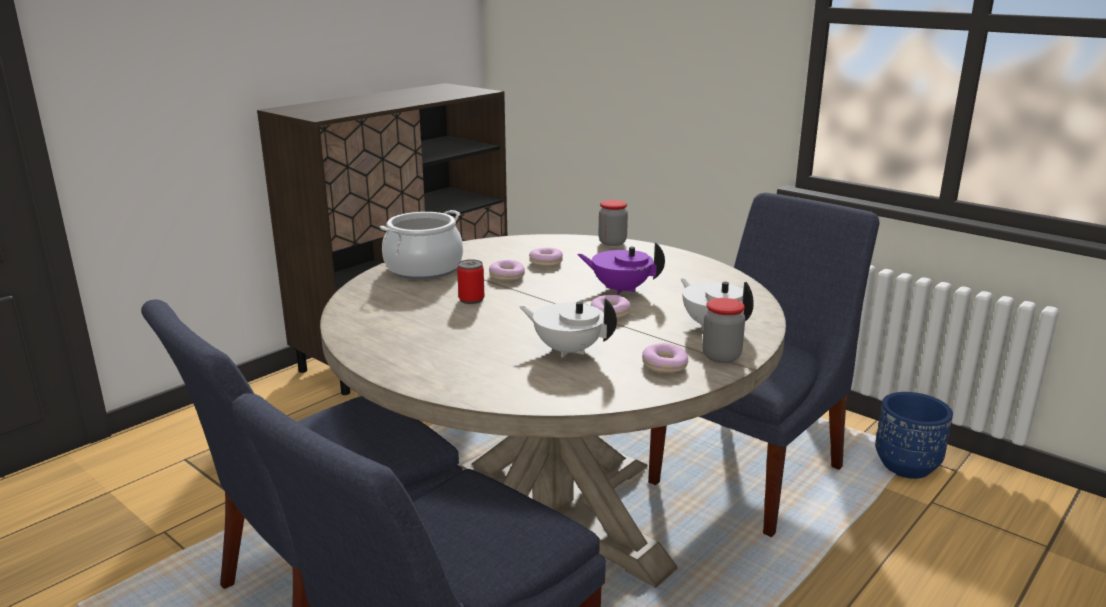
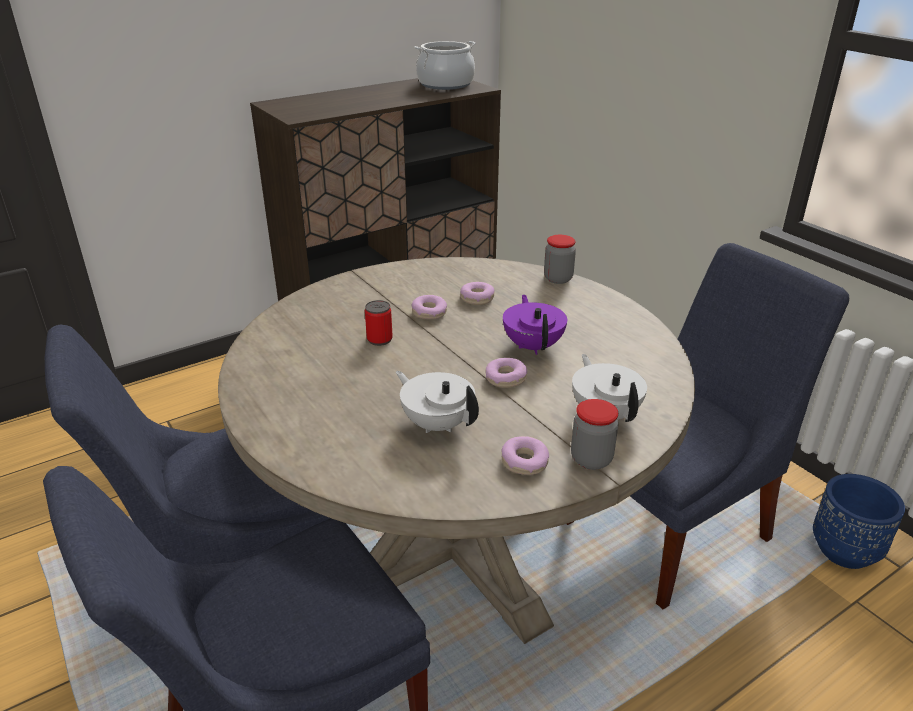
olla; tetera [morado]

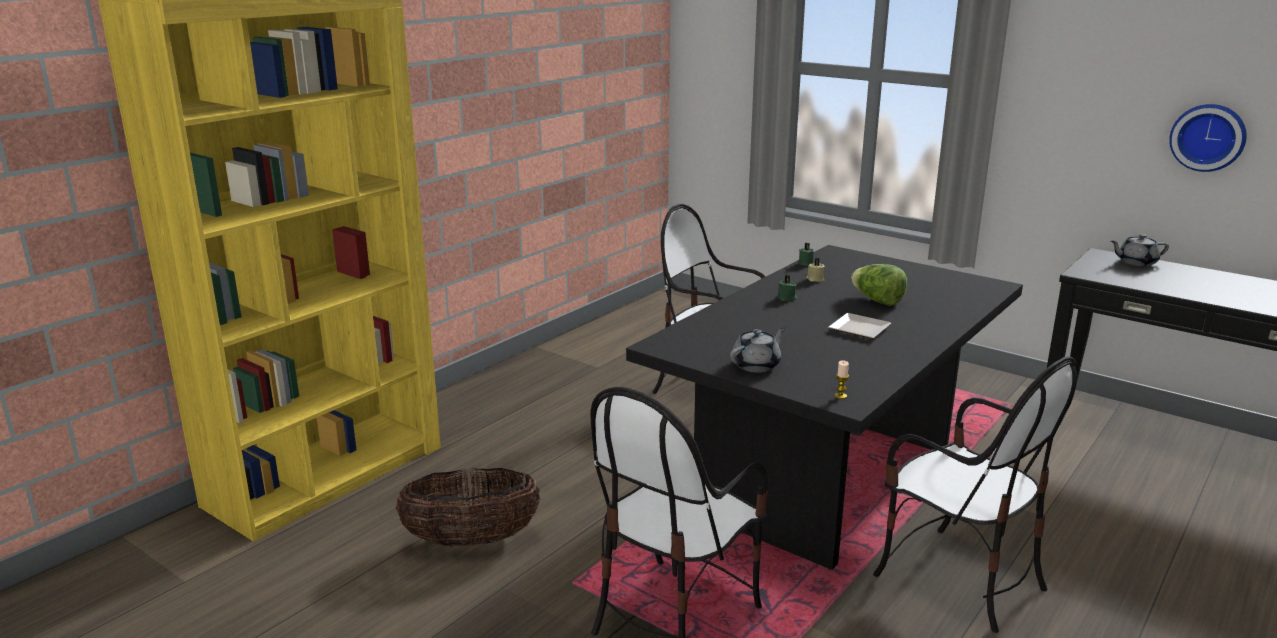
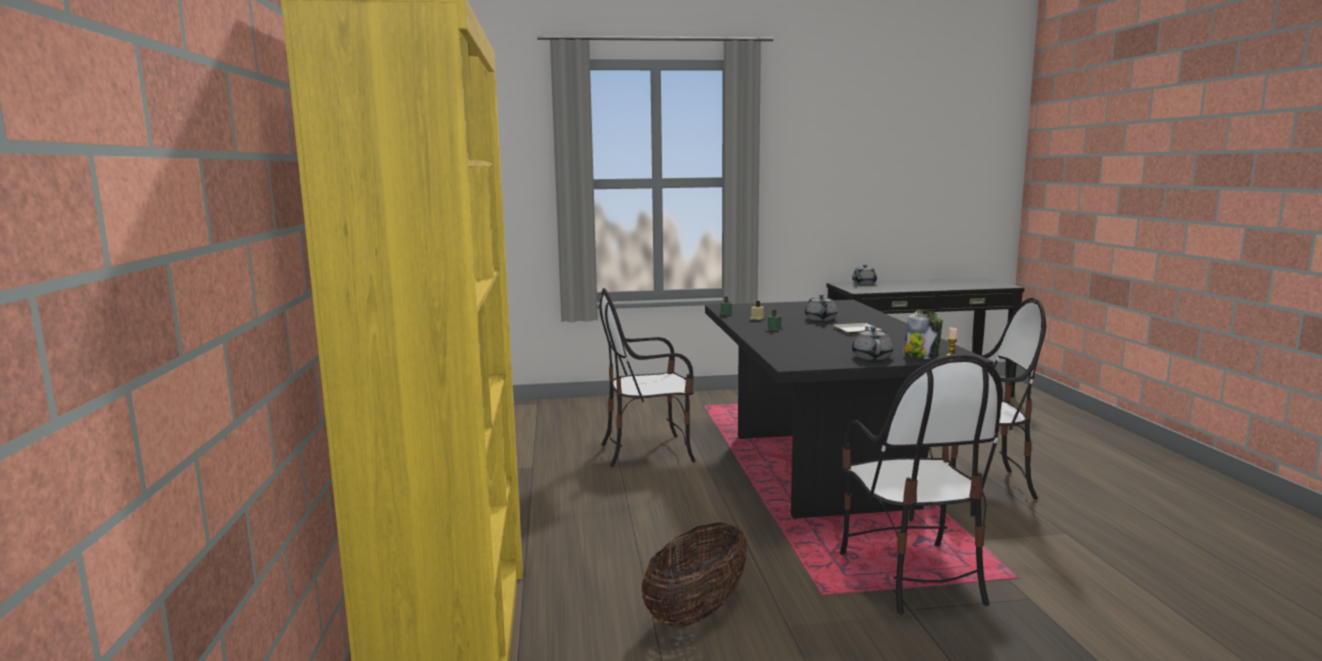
reloj de pared; tarro; tetera [gris] (no. 1 from left)

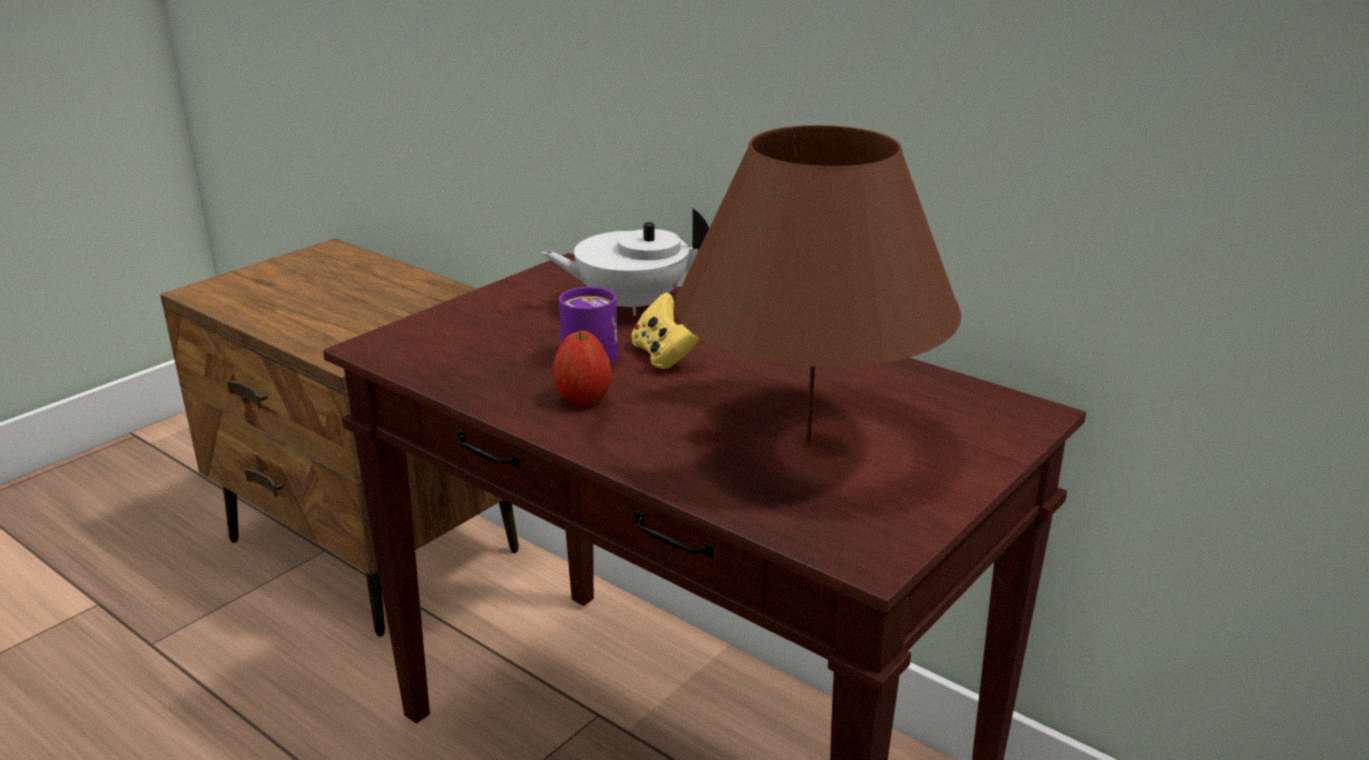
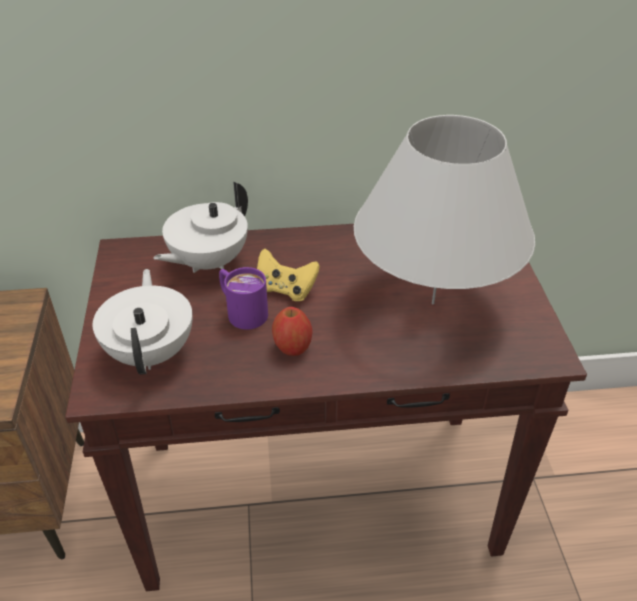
tetera [blanco] (no. 1 from left); lámpara de mesa [blanco]

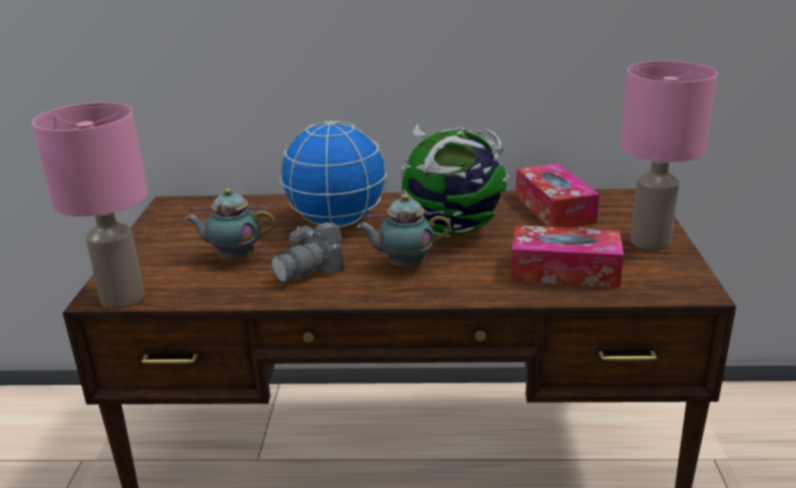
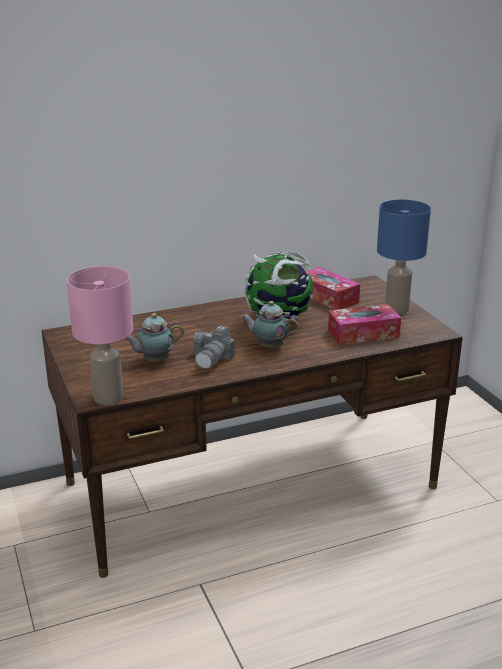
globo terráqueo (no. 1 from left in the first image); lámpara de mesa [azul]; tetera (no. 2 from left)

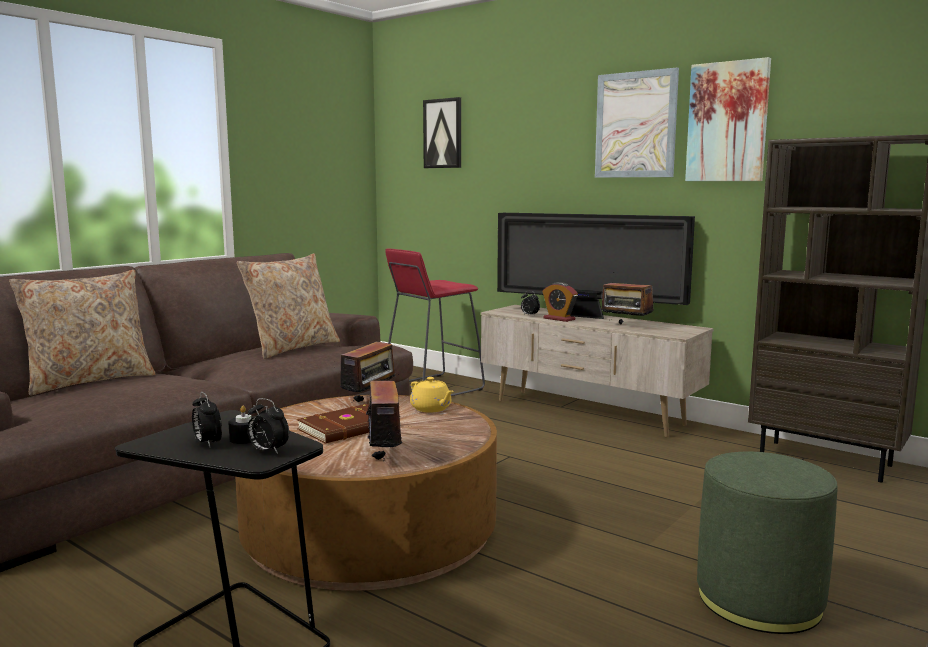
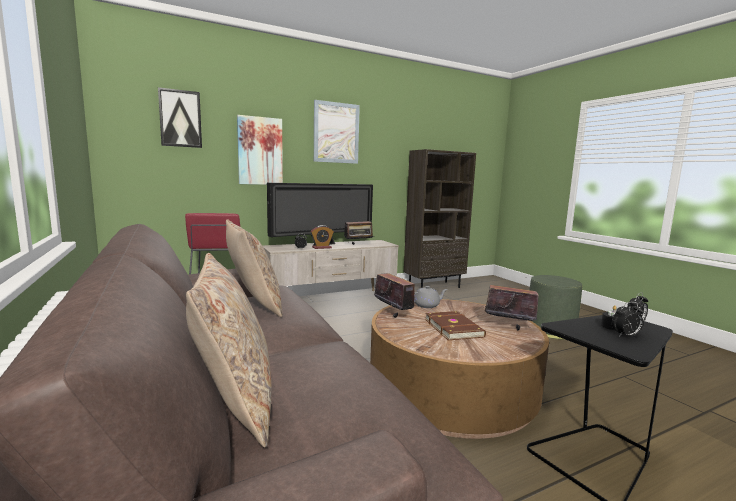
cuadro (no. 2 from left); tetera [gris]

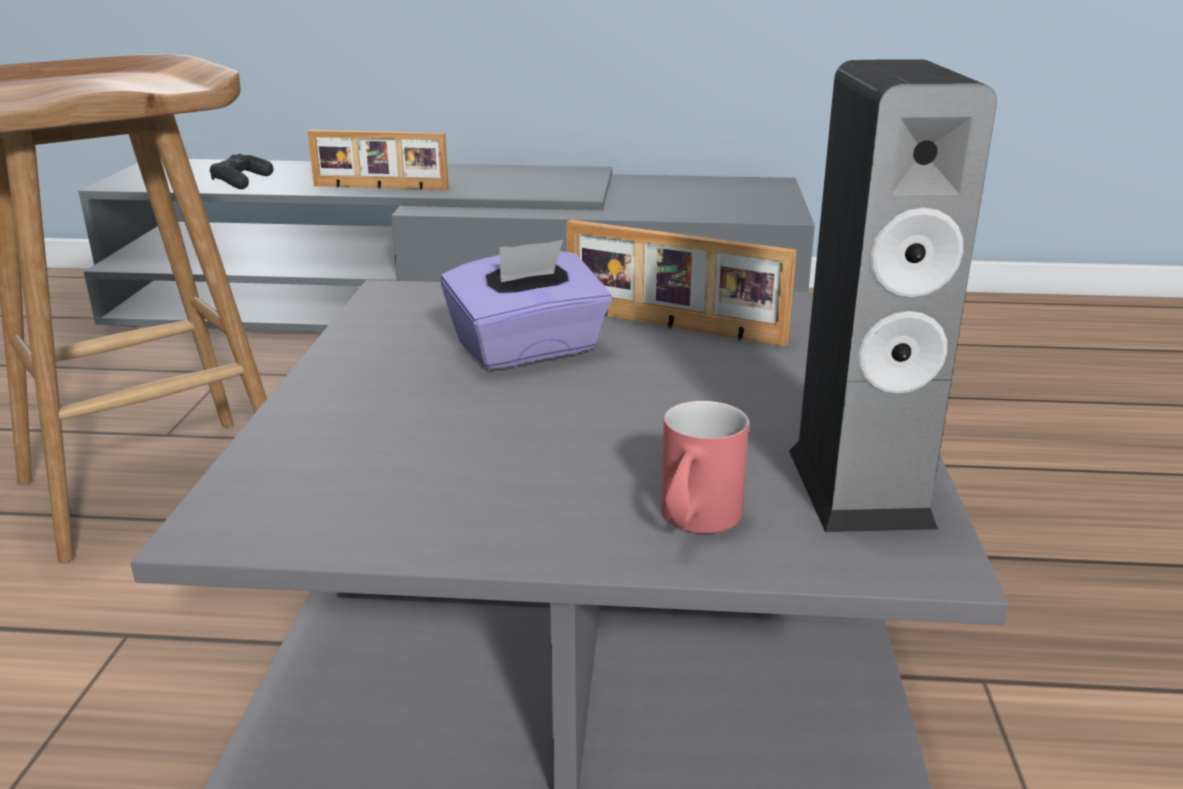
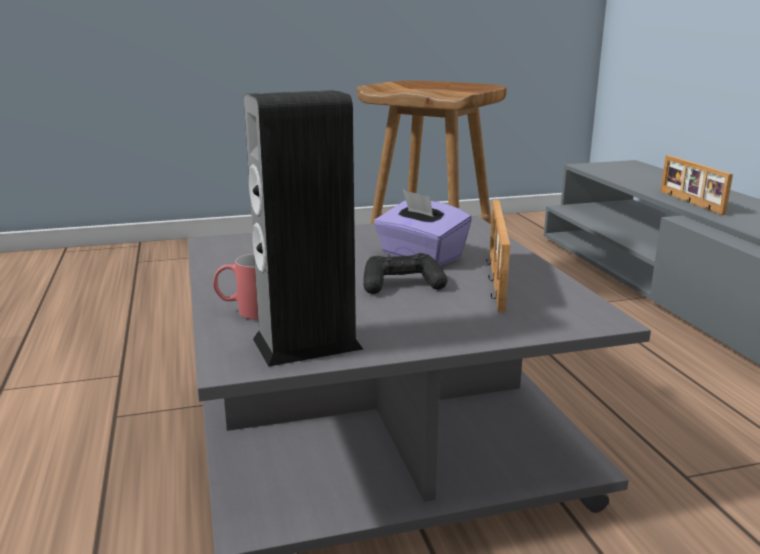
mando de consola [negro]

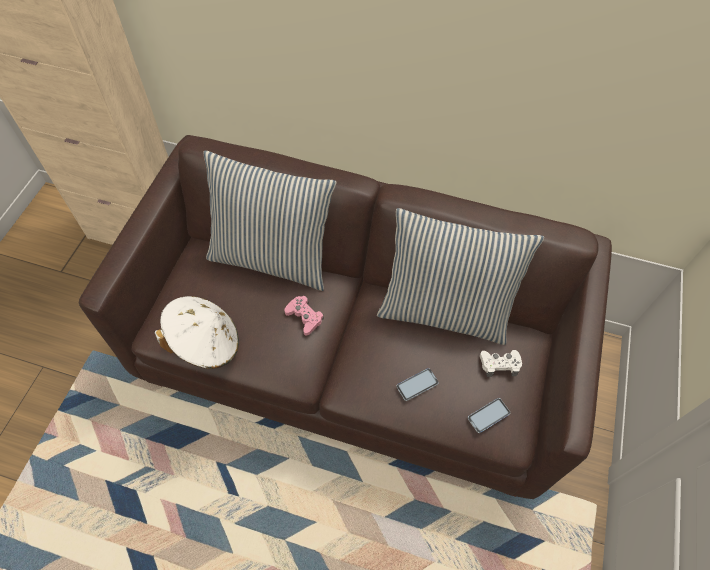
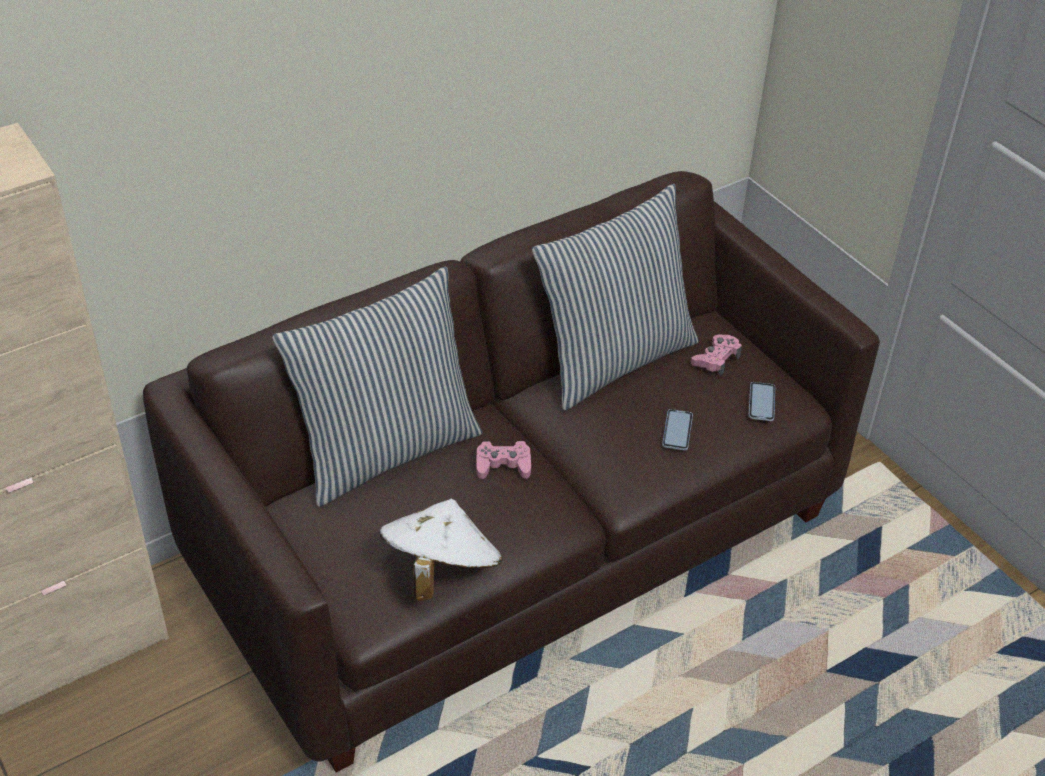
mando de consola [rosa] (no. 2 from left)

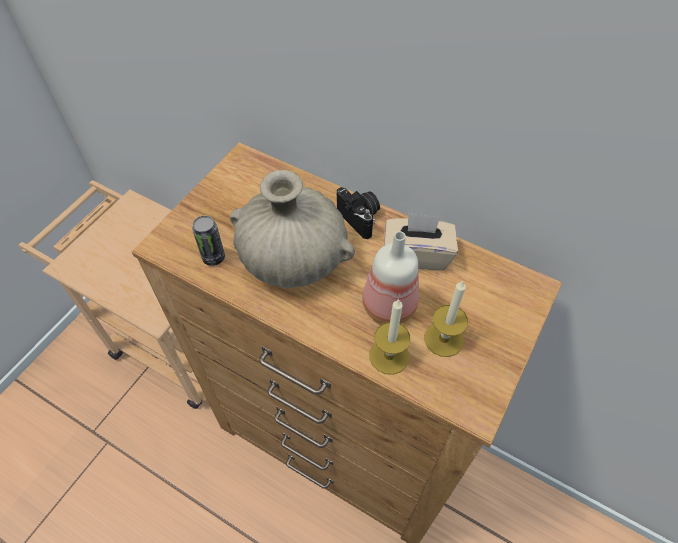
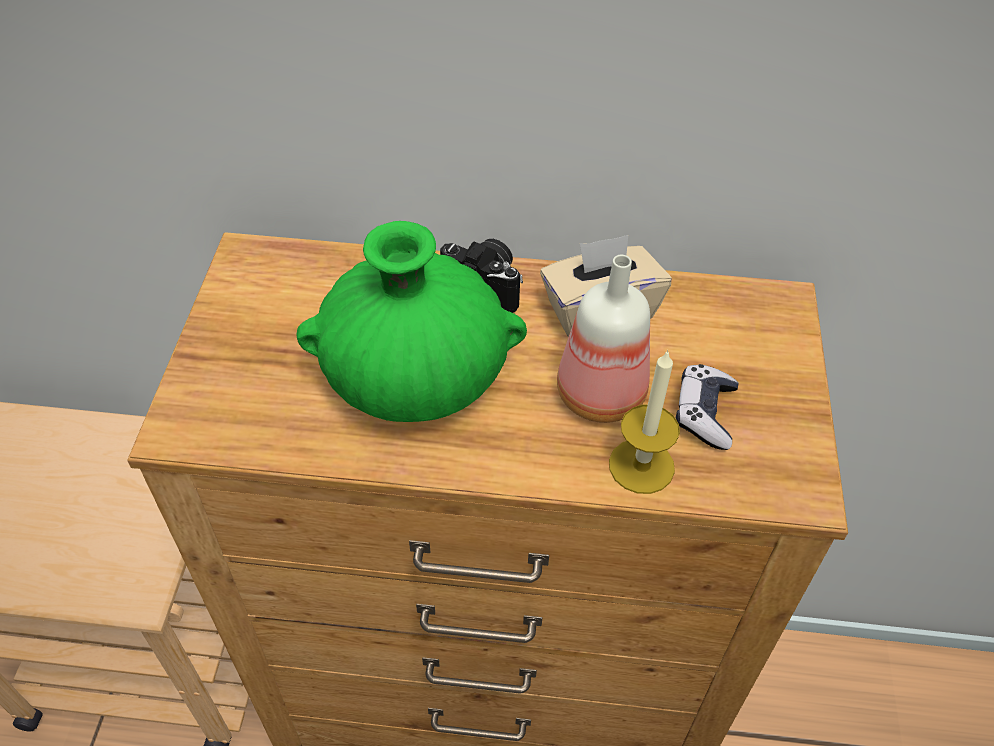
lata; mando de consola; florero [verde]

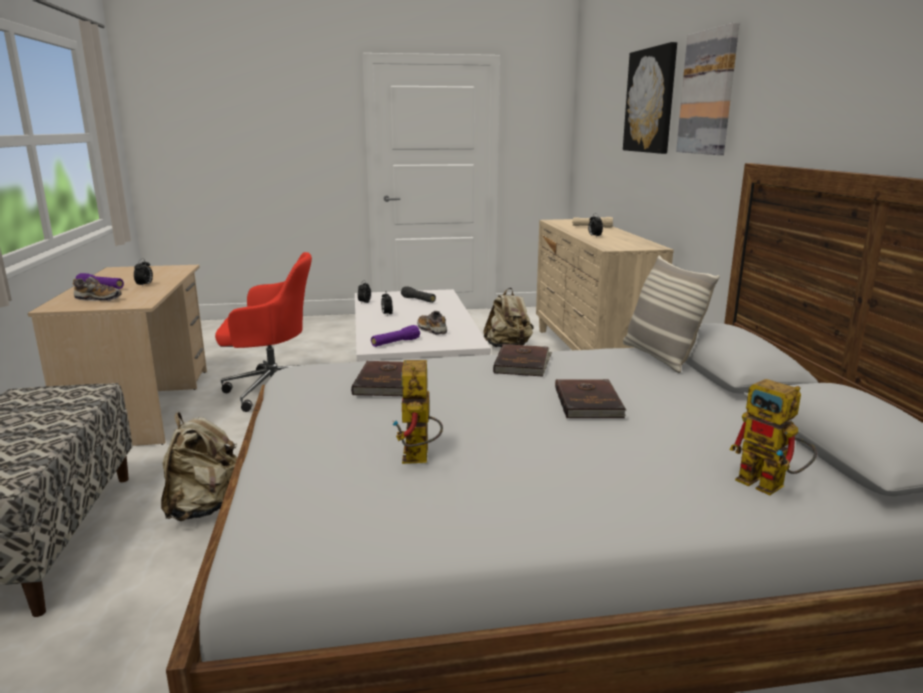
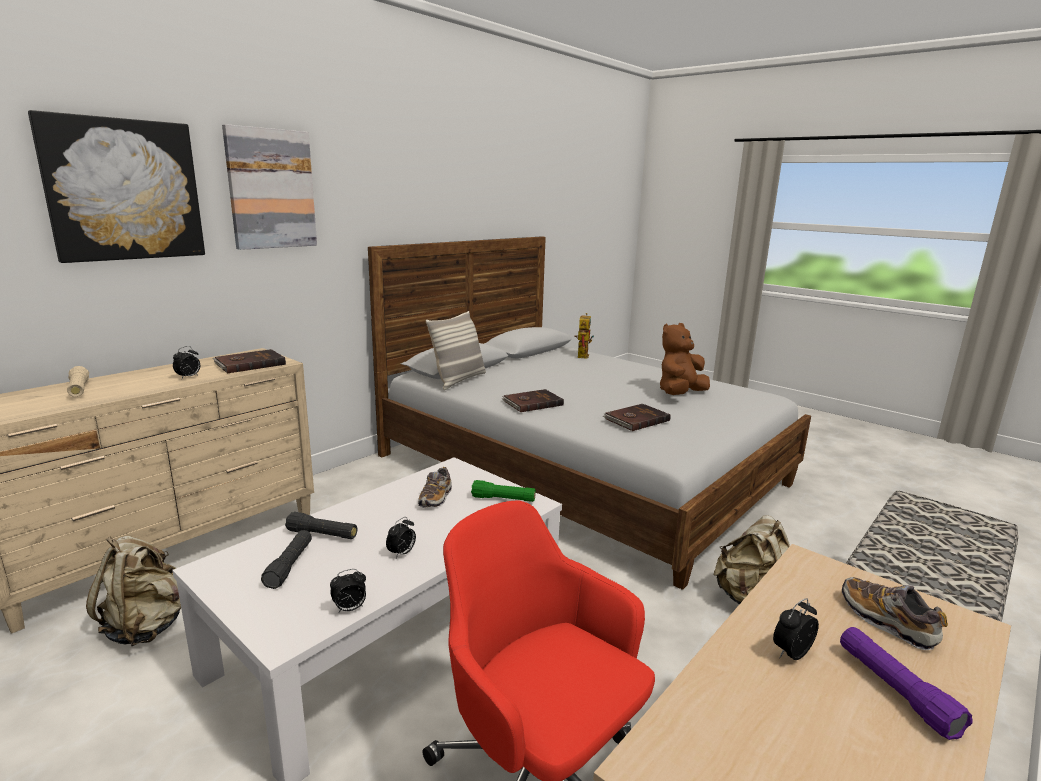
linterna [negro] (no. 2 from left); libro [marrón] (no. 1 from left); peluche [marrón]; linterna [verde]

